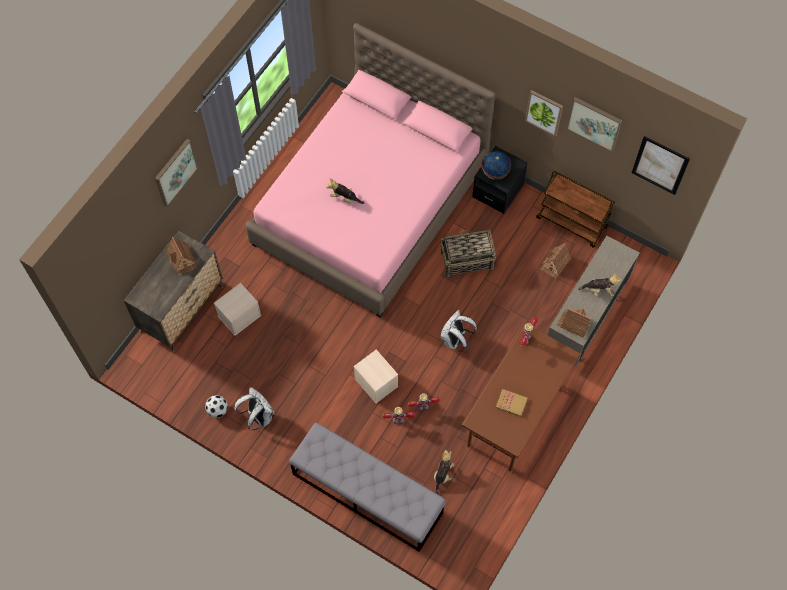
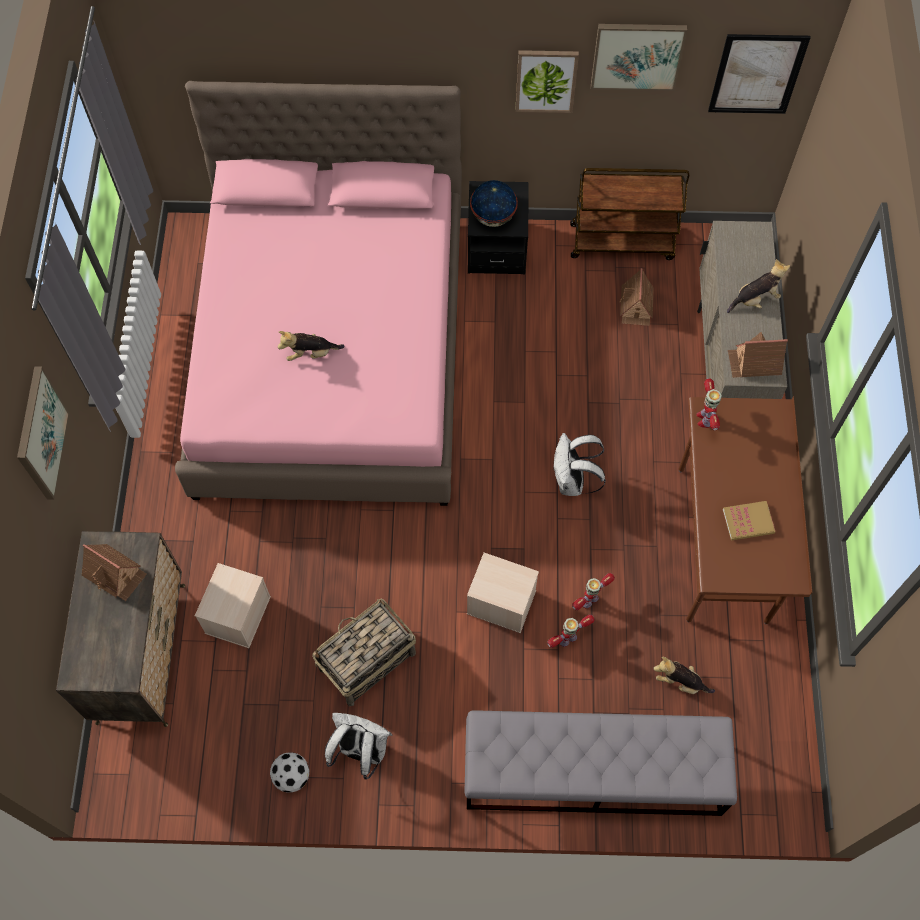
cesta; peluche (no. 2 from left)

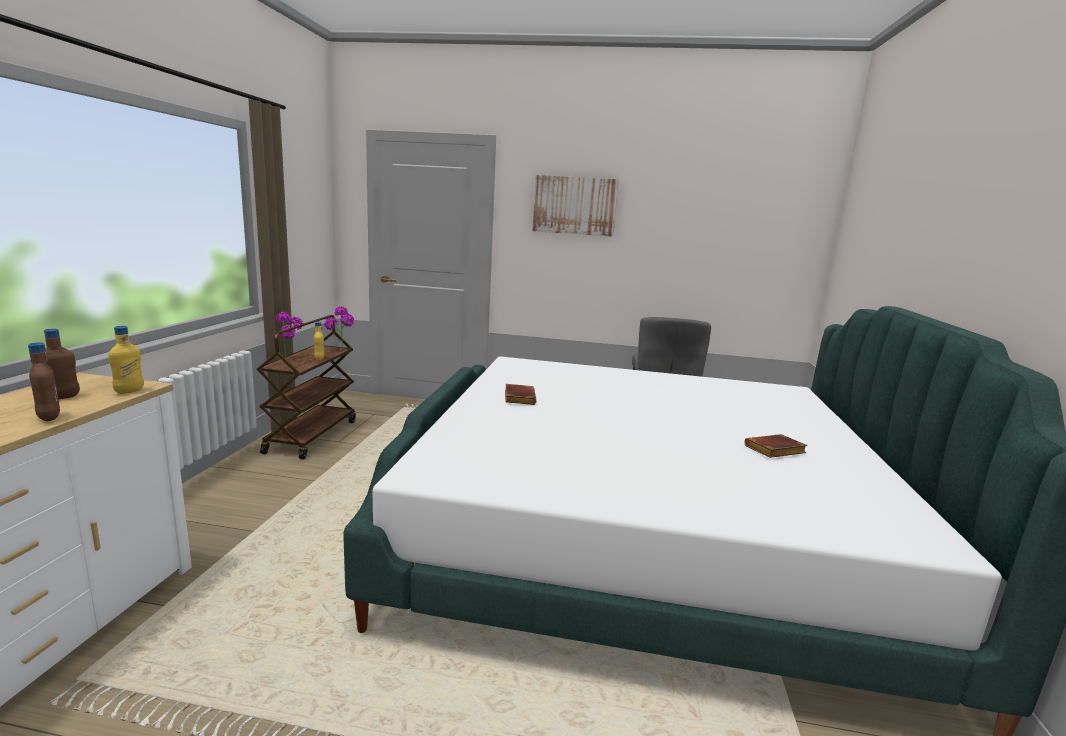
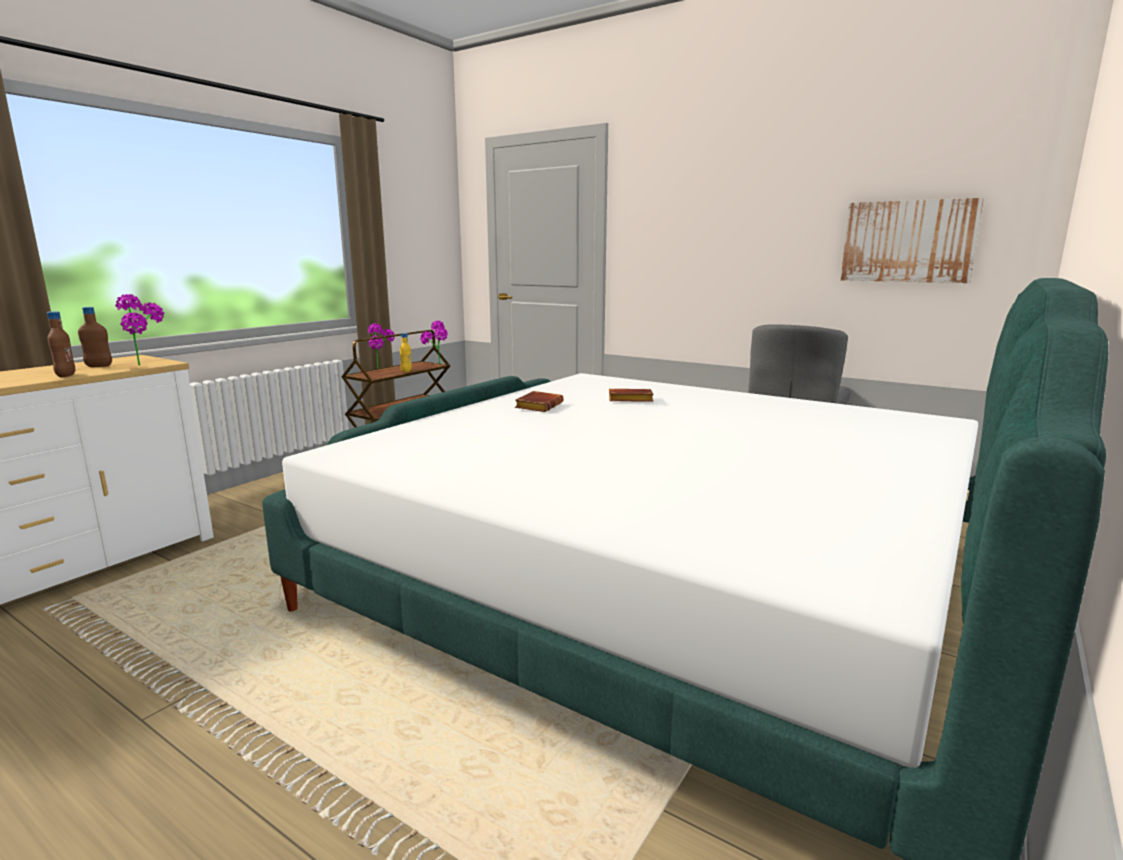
cuadro; libro [marrón] (no. 2 from left); planta en maceta (no. 1 from left)

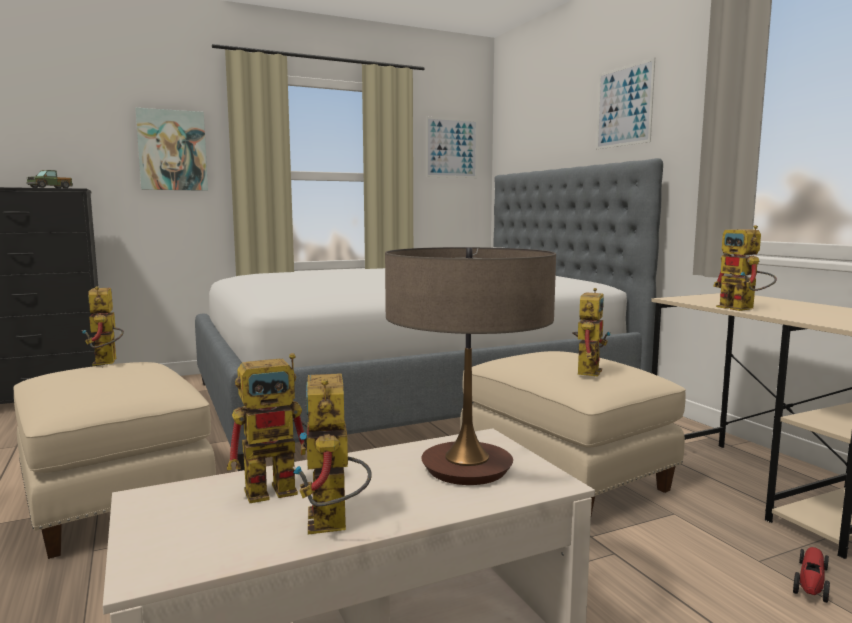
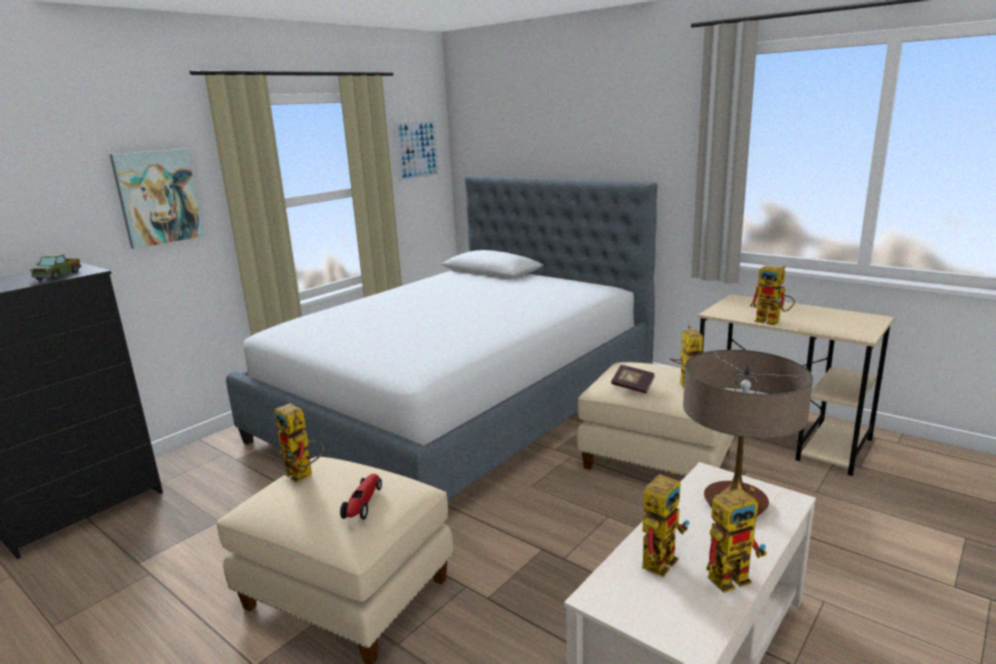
cuadro (no. 3 from left in the first image); libro; coche de juguete; robot de juguete (no. 4 from left)

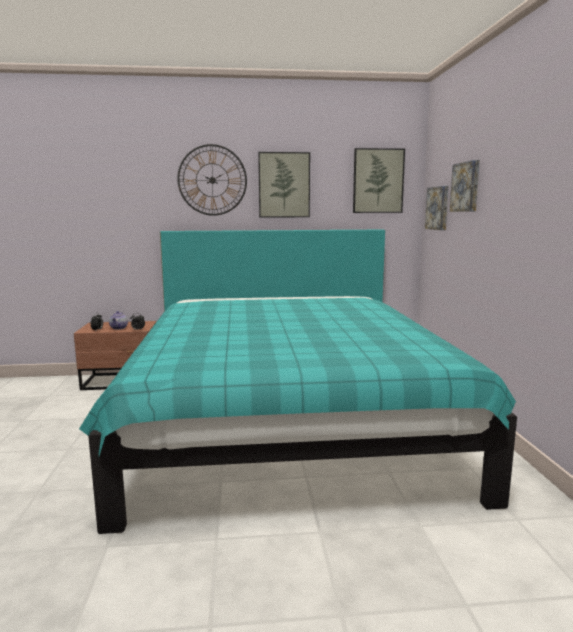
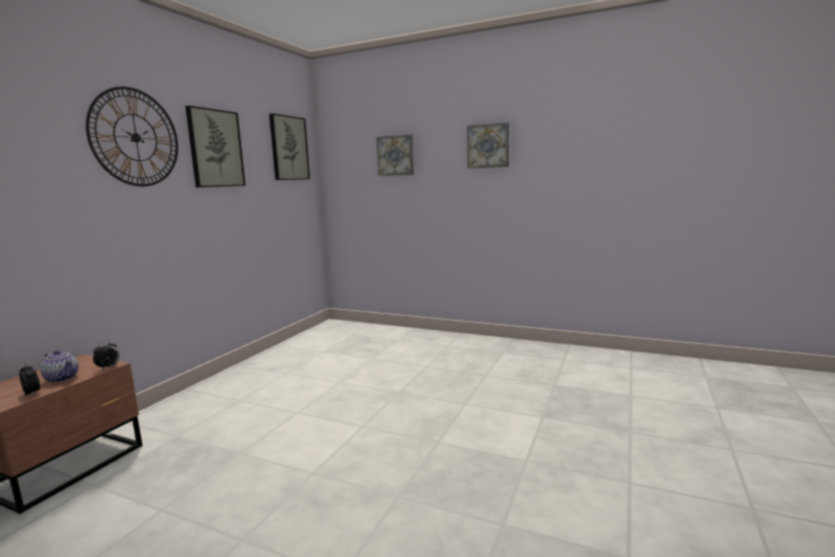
cama [turquesa]; cuadro (no. 4 from left)

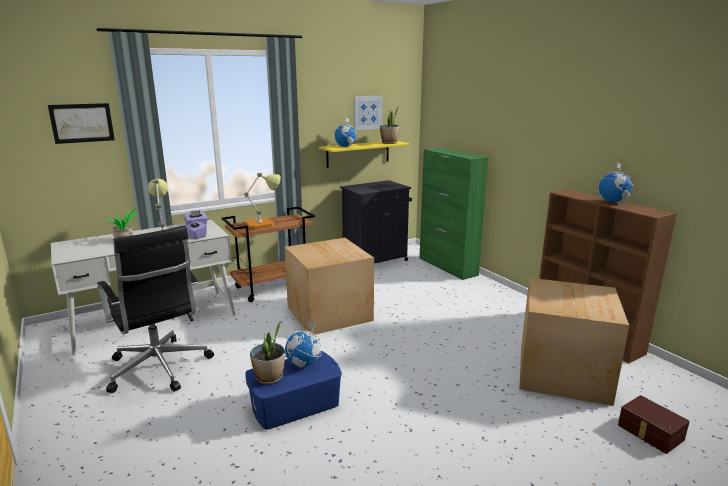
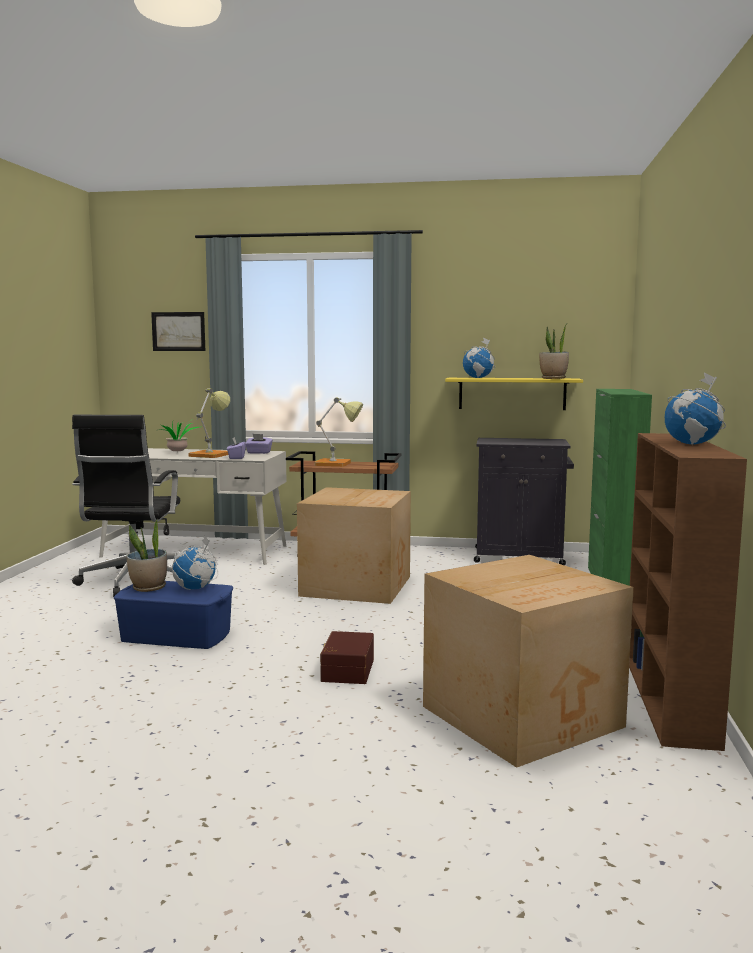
cuadro (no. 2 from left in the first image); caja de almacenaje [marrón]

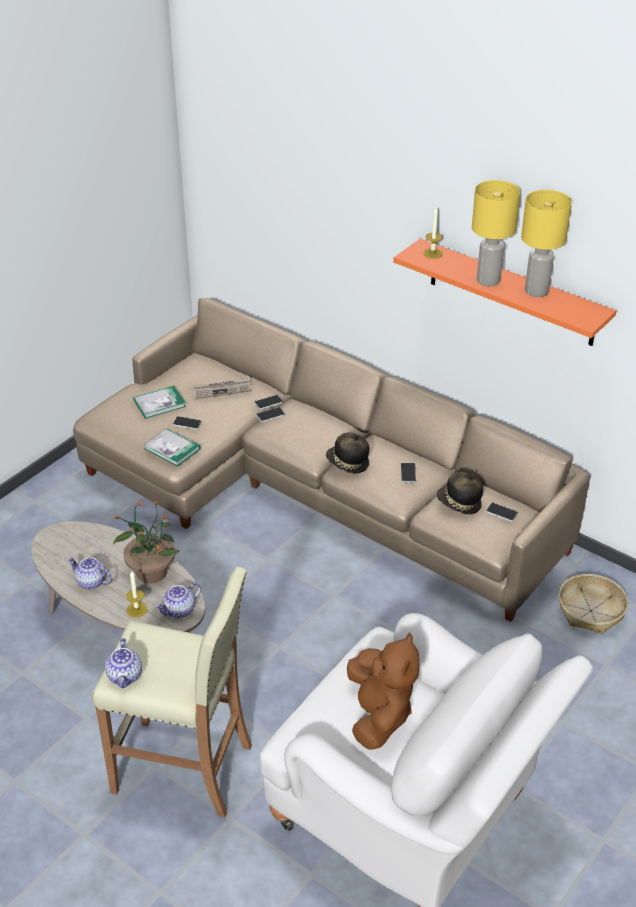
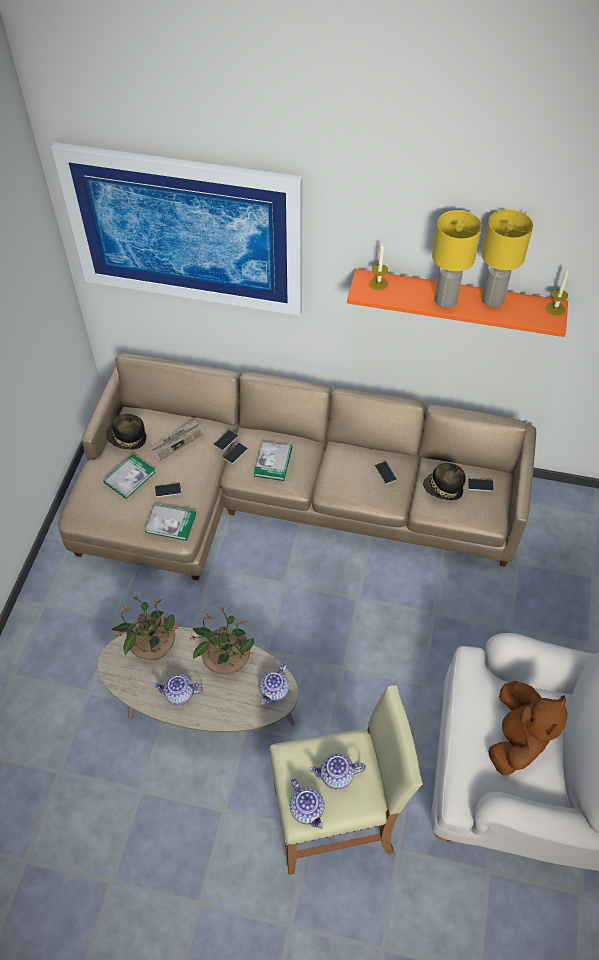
cesta; cuadro; planta en maceta (no. 1 from left); libro (no. 3 from left); tetera (no. 4 from left); vela (no. 2 from left); sombrero (no. 1 from left); peluche [marrón]

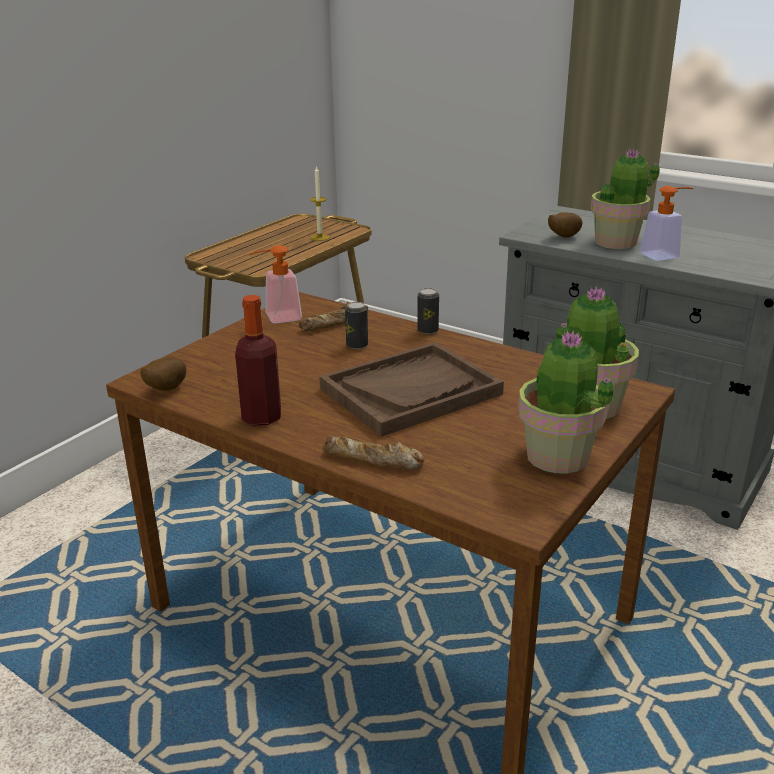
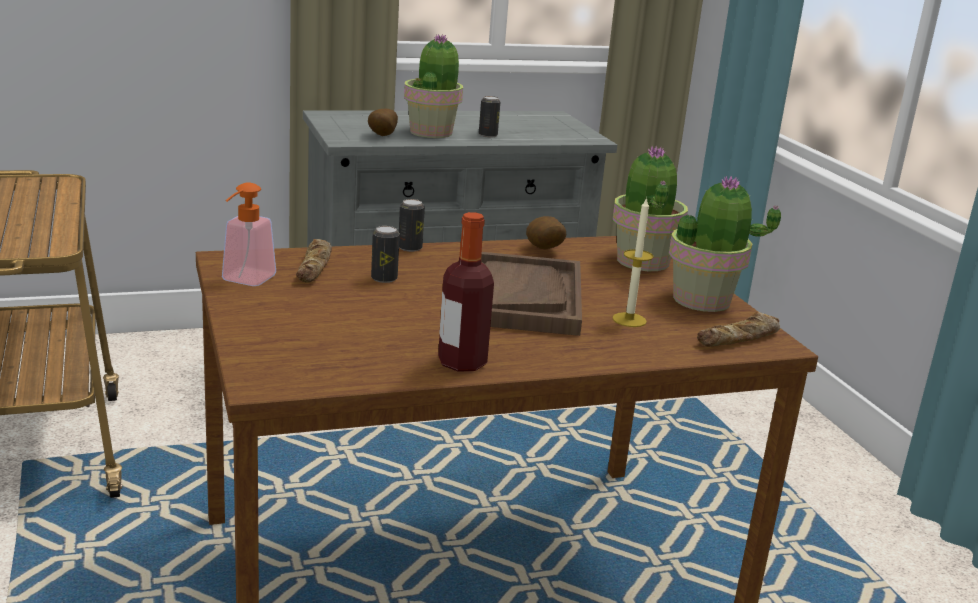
patata (no. 2 from left); vela; pan (no. 2 from left); lata (no. 3 from left)

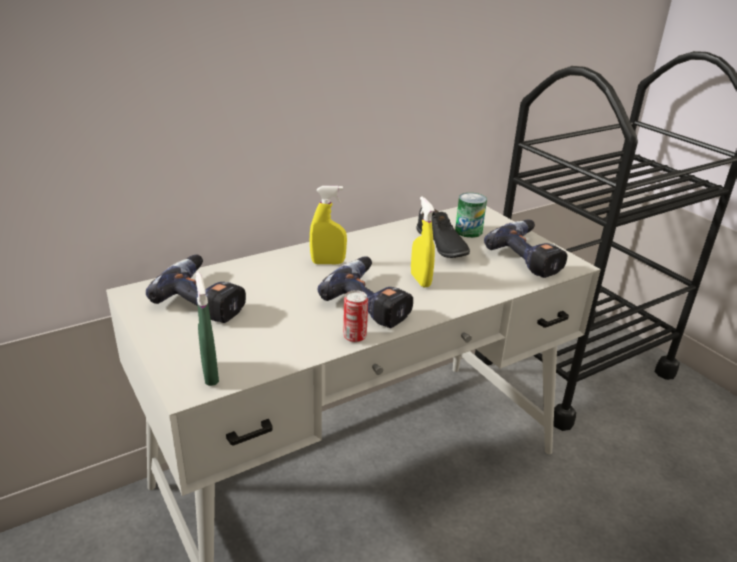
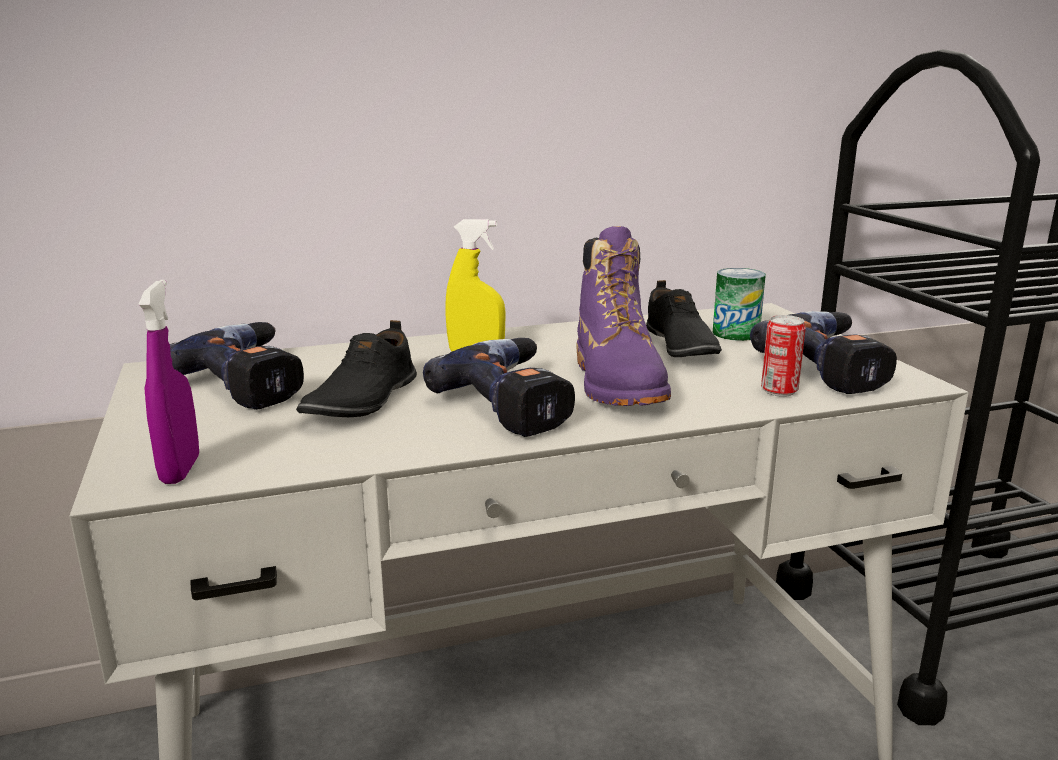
zapato [negro] (no. 1 from left); lata (no. 2 from left); bota [morado]; pulverizador [morado]

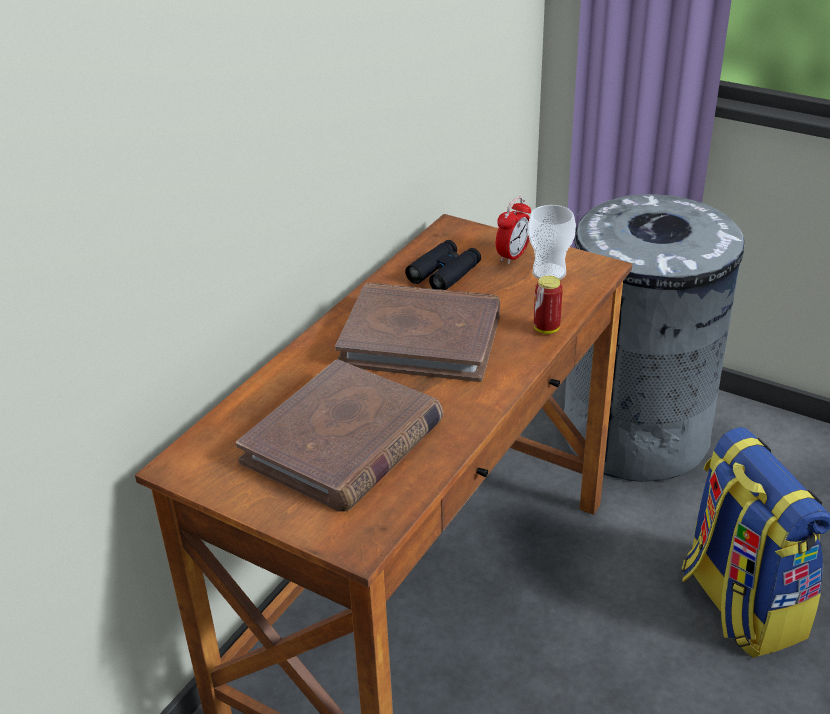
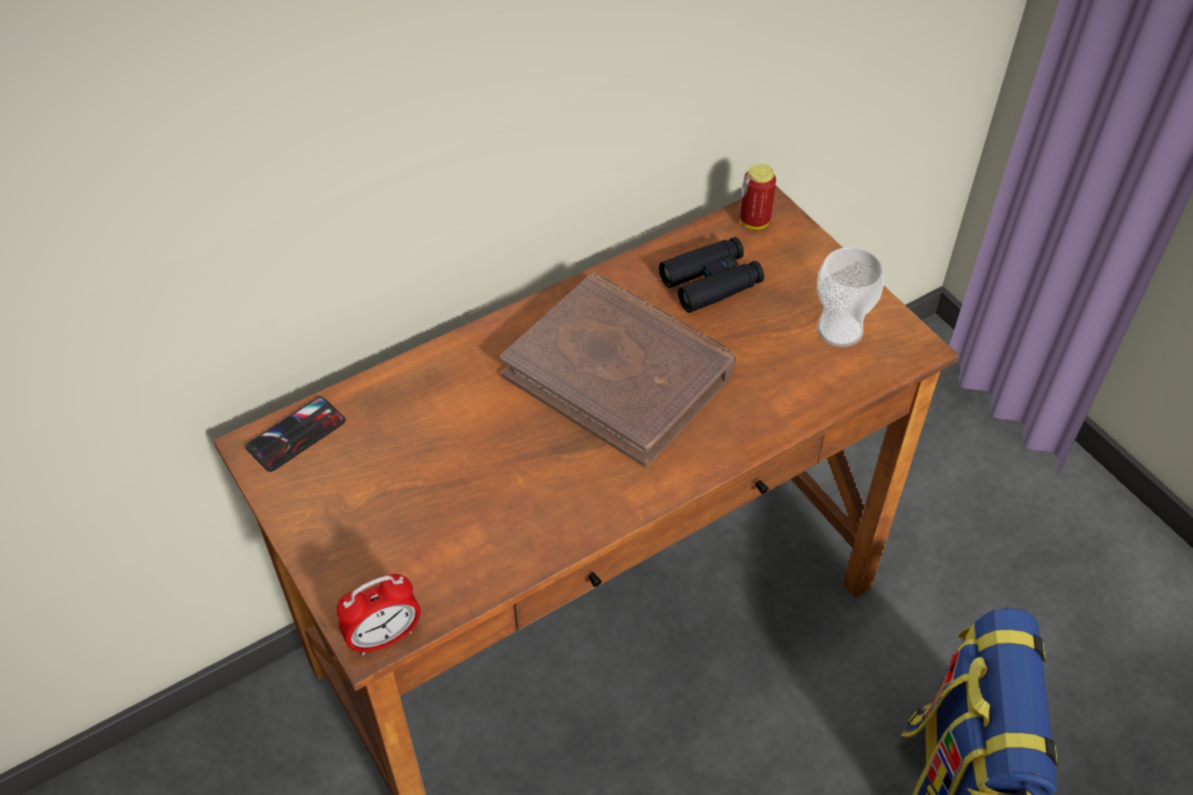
libro [marrón] (no. 1 from left in the first image); papelera [gris]; móvil; despertador; lata

